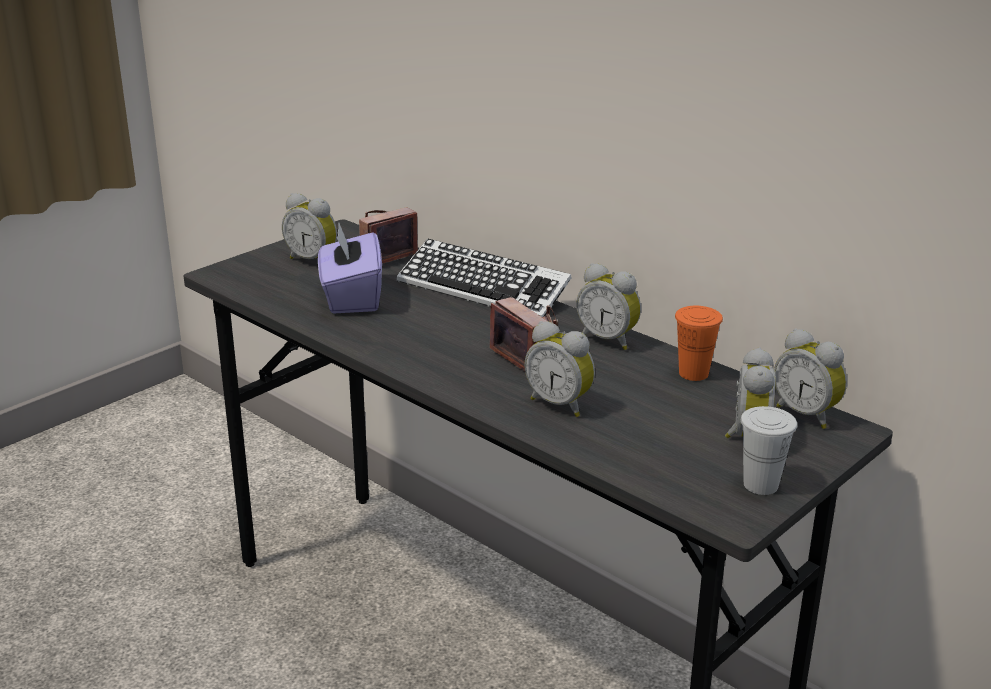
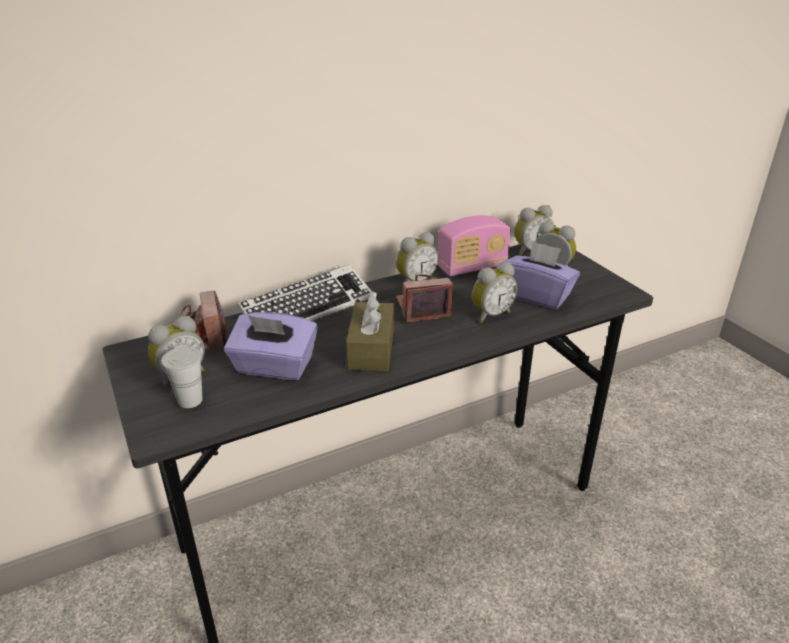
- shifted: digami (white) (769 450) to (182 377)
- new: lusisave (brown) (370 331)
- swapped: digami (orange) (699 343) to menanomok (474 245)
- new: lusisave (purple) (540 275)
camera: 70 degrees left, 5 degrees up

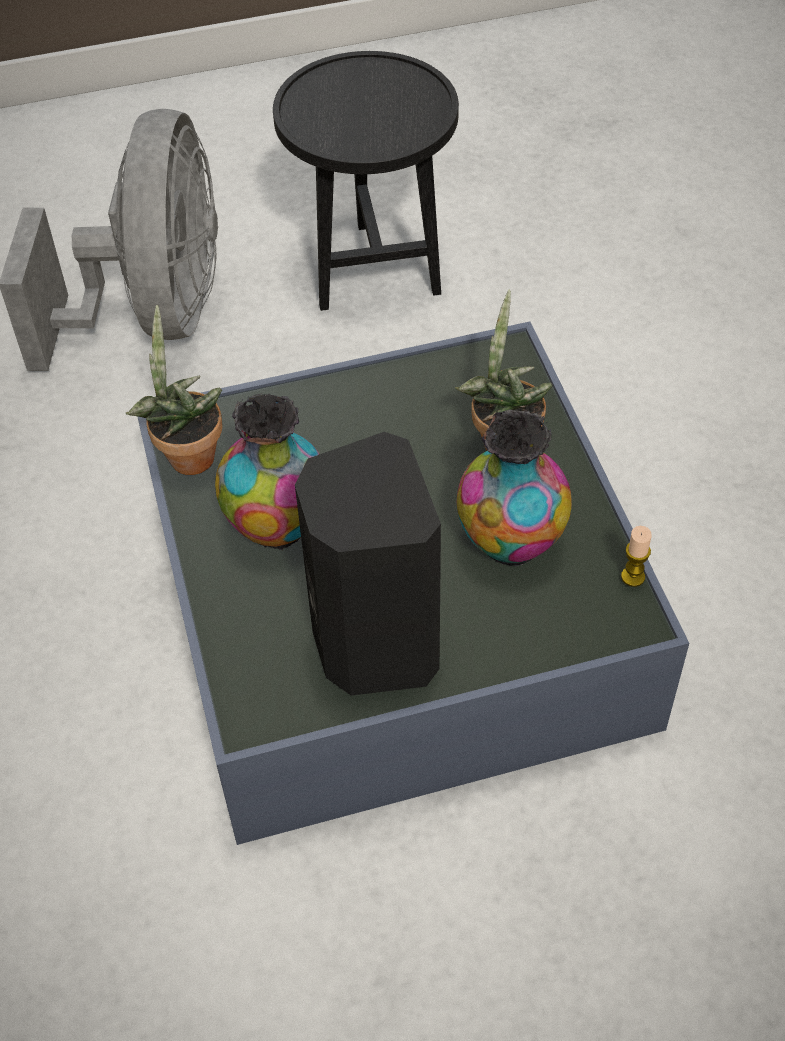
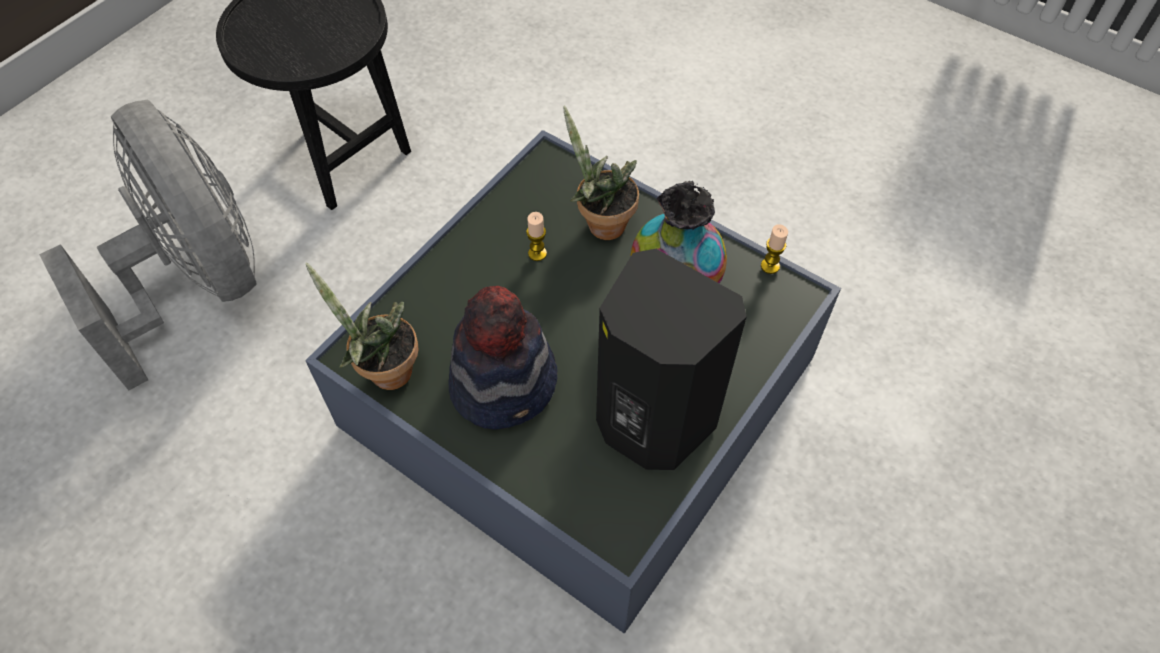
- swapped: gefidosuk (267 471) to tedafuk (502 358)
- new: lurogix (536 236)
camera: 40 degrees left, 5 degrees up

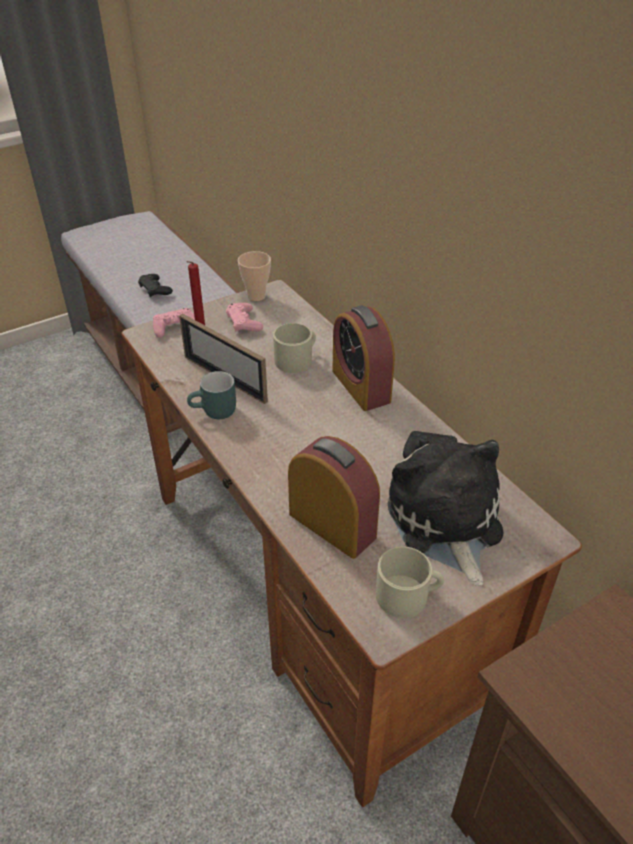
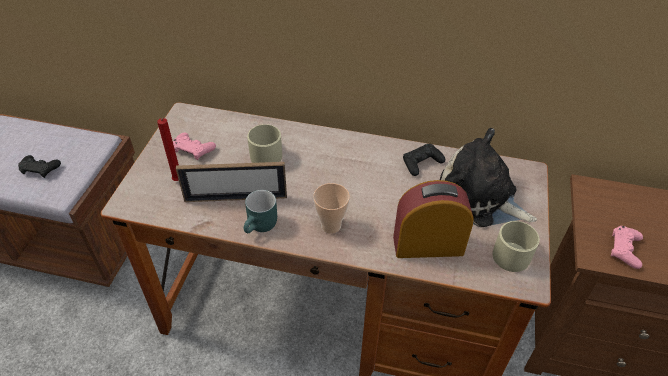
- shifted: digami (254 276) to (331 208)
- shifted: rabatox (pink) (174 323) to (627 247)
- gone: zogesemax (363 358)
camera: 45 degrees left, 5 degrees up

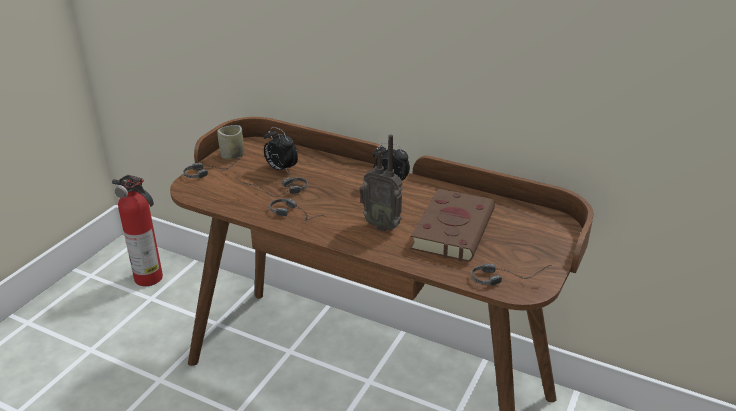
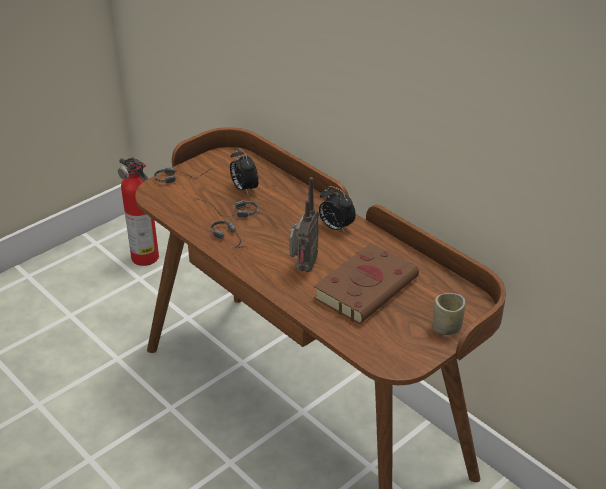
- rotated: menanomok (381 183) = (304 224) 120 degrees counterclockwise
- shifted: digami (230 142) to (449 314)
- gone: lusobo (511 275)
camera: 20 degrees right, 5 degrees up

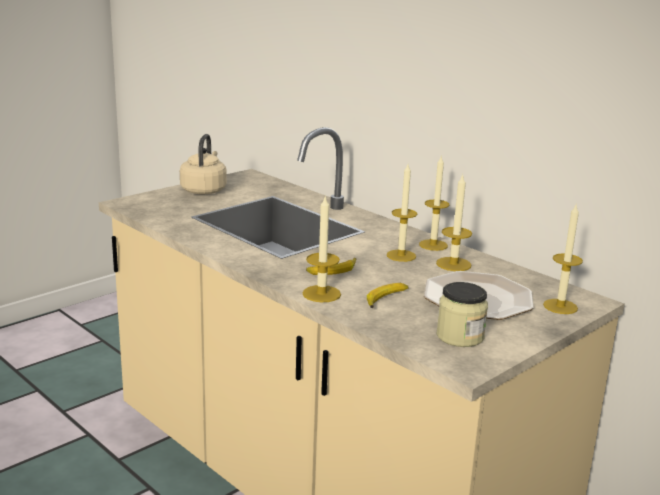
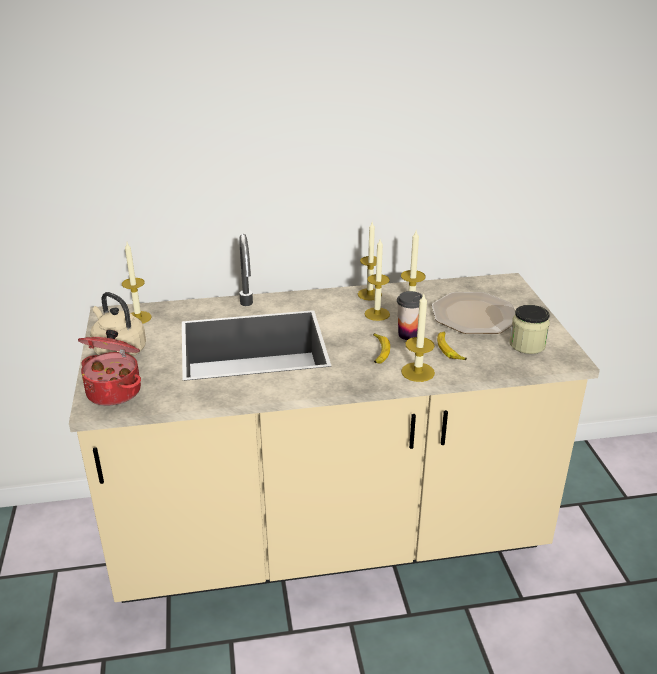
- new: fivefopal (109 368)
- shifted: lurogix (563 258) to (136 283)
- new: digami (409 315)
camera: 55 degrees left, 10 degrees up

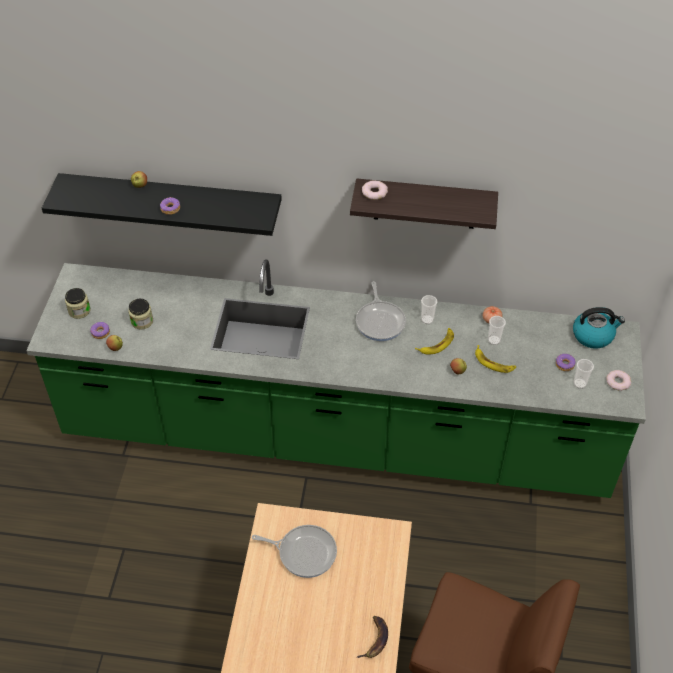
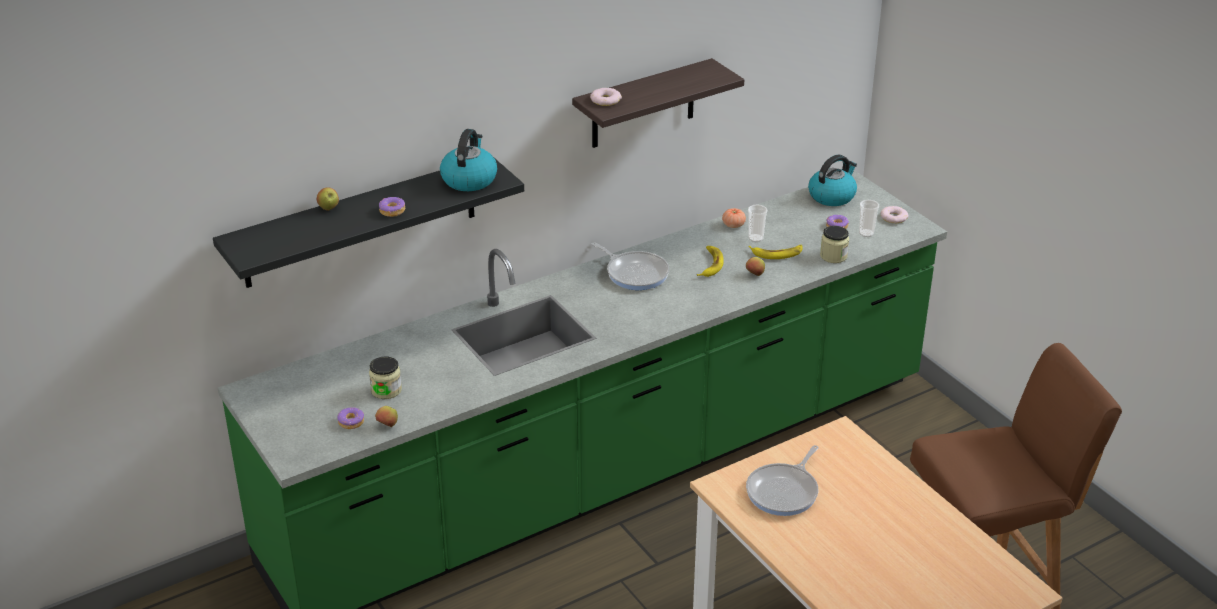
- new: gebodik (468 160)
- rotated: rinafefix (294 551) = (782 480) 150 degrees clockwise
- shifted: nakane (78 303) to (834 244)
- gone: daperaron (372 637)
- gone: digami (429 309)
camera: 40 degrees left, 15 degrees down

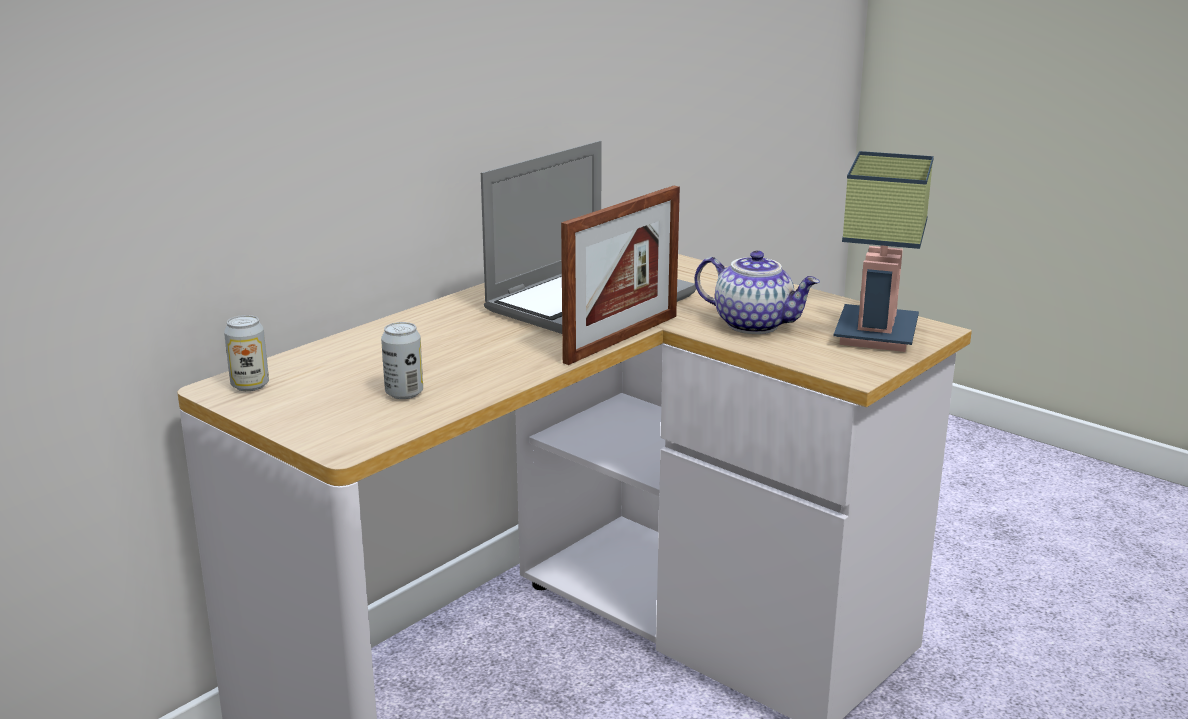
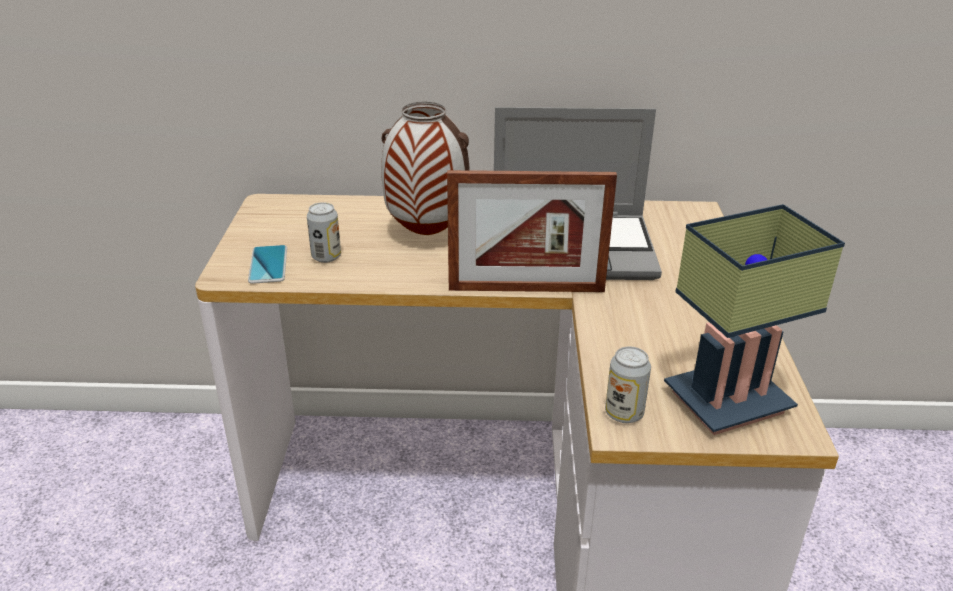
- new: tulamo (267 264)
- new: gefidosuk (425 168)
- shifted: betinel (246 353) to (628 385)
- gone: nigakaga (757 292)
camera: 50 degrees right, 10 degrees up

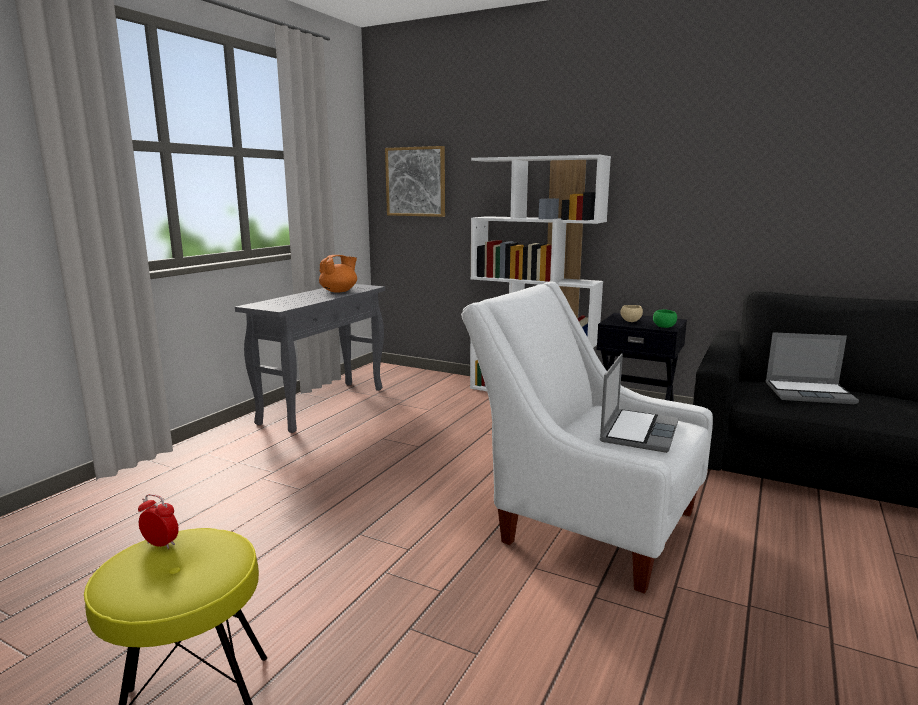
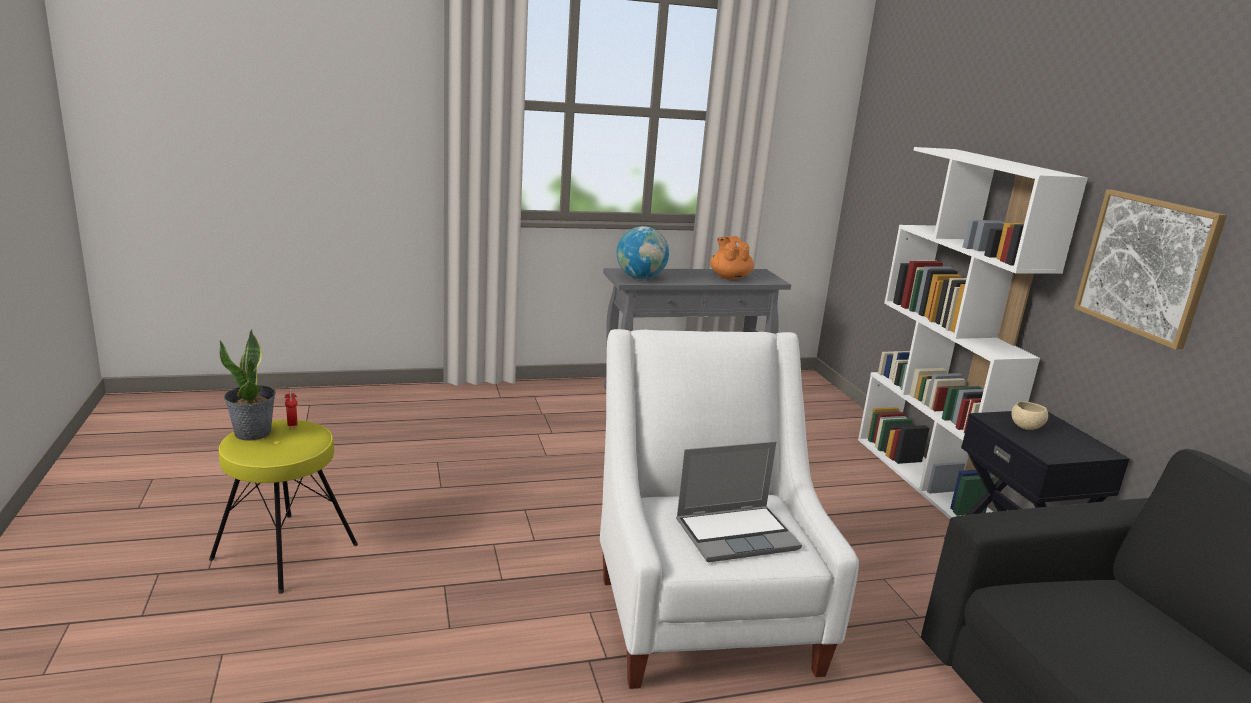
- new: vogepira (247 385)
- new: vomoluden (643 252)
- rotated: nigakaga (orange) (338 273) = (732 258) 105 degrees counterclockwise
- shifted: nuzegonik (415 181) to (1150 269)
- gone: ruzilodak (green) (665 319)
- gone: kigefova (812 368)
camera: 45 degrees right, 5 degrees up

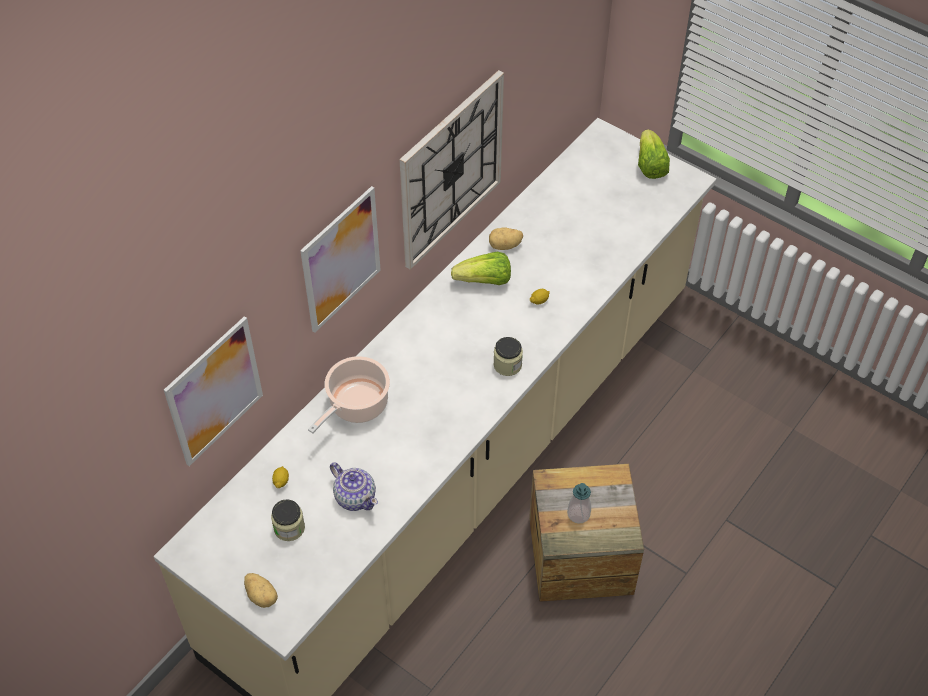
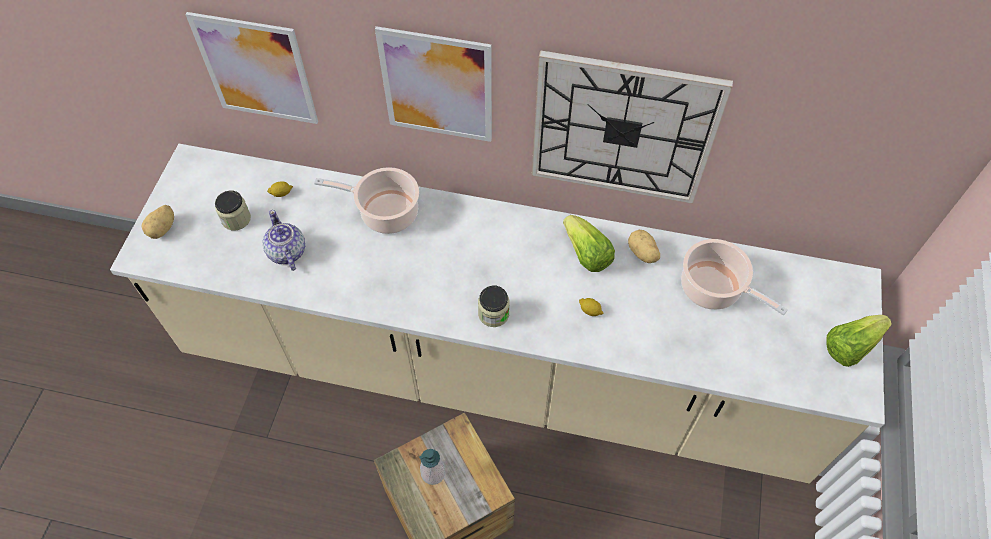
- rotated: nigakaga (354 486) = (284 240) 135 degrees clockwise
- new: fivefopal (734 277)
camera: 65 degrees right, 5 degrees up

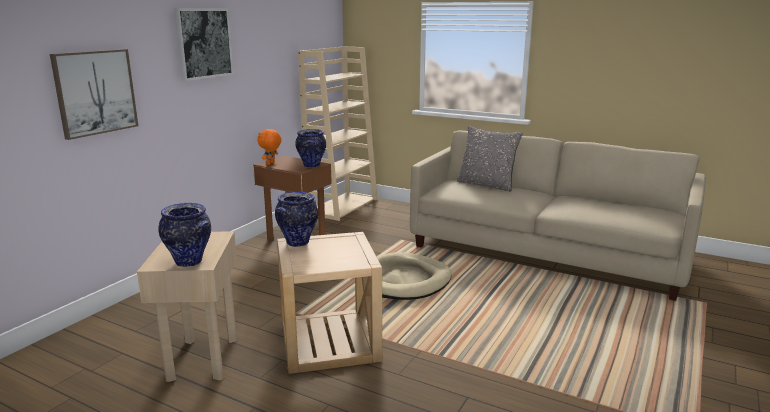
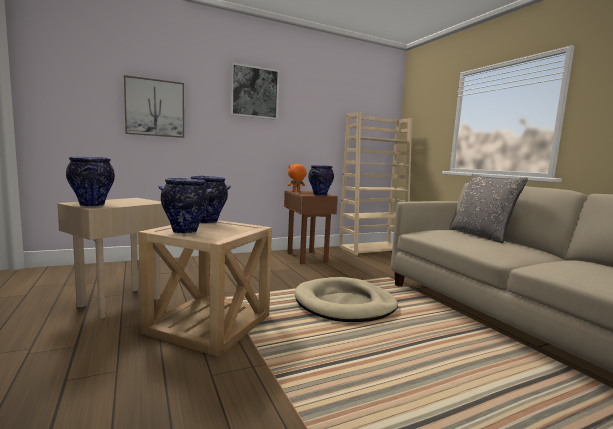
- new: gefidosuk (185 206)
camera: 35 degrees right, 10 degrees down

